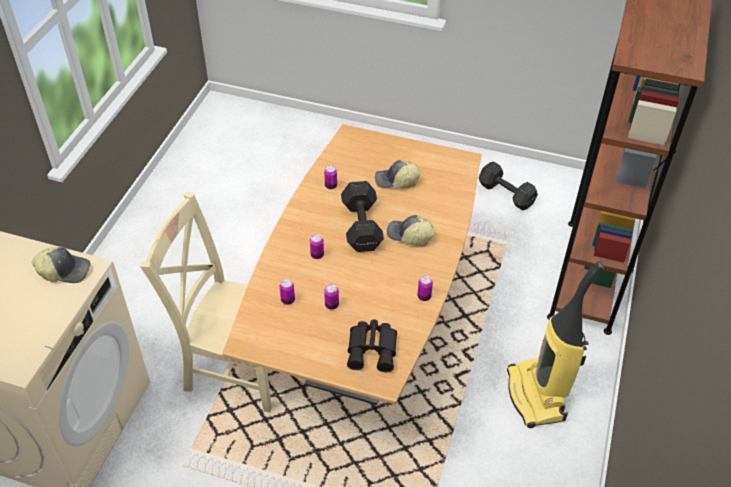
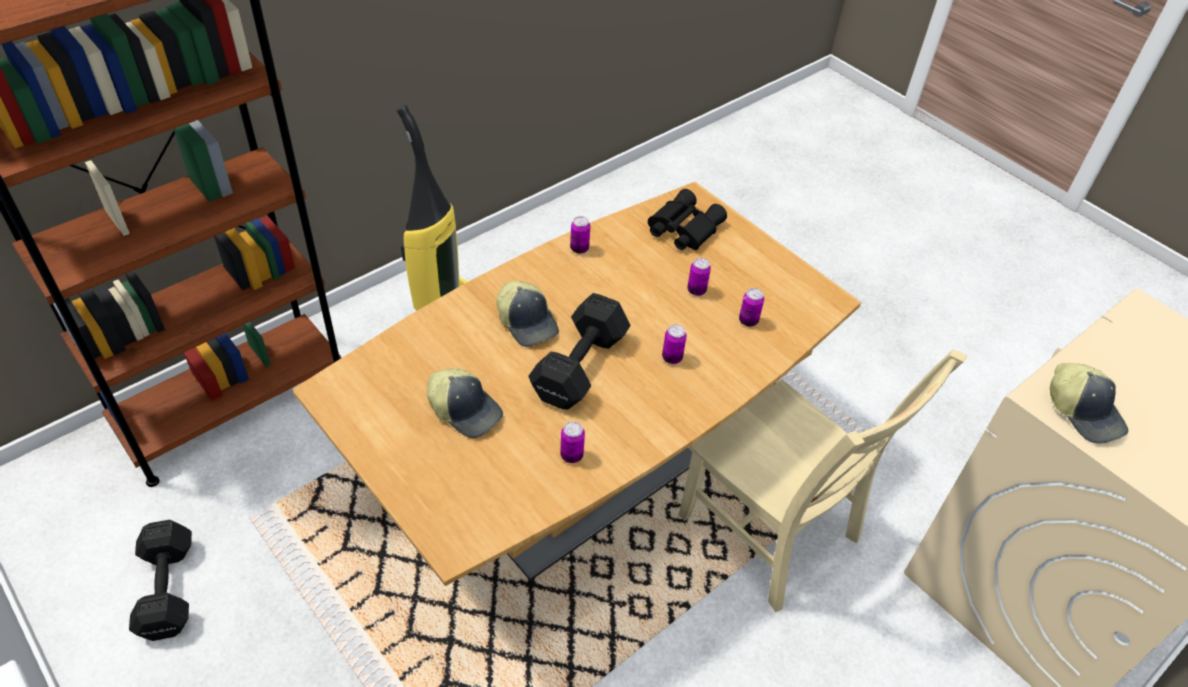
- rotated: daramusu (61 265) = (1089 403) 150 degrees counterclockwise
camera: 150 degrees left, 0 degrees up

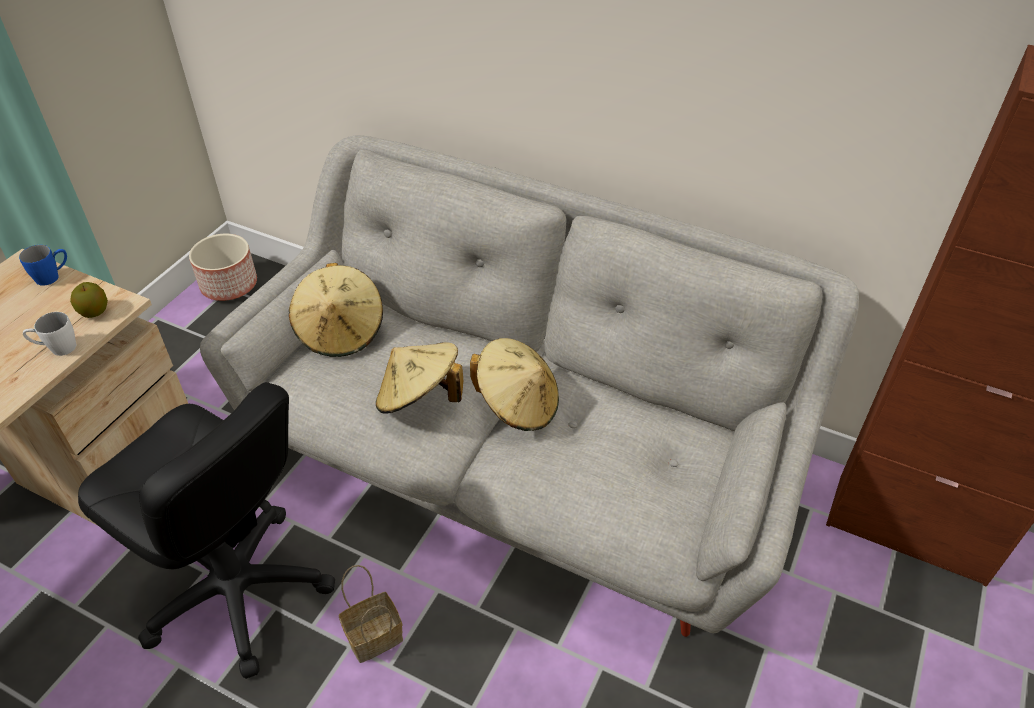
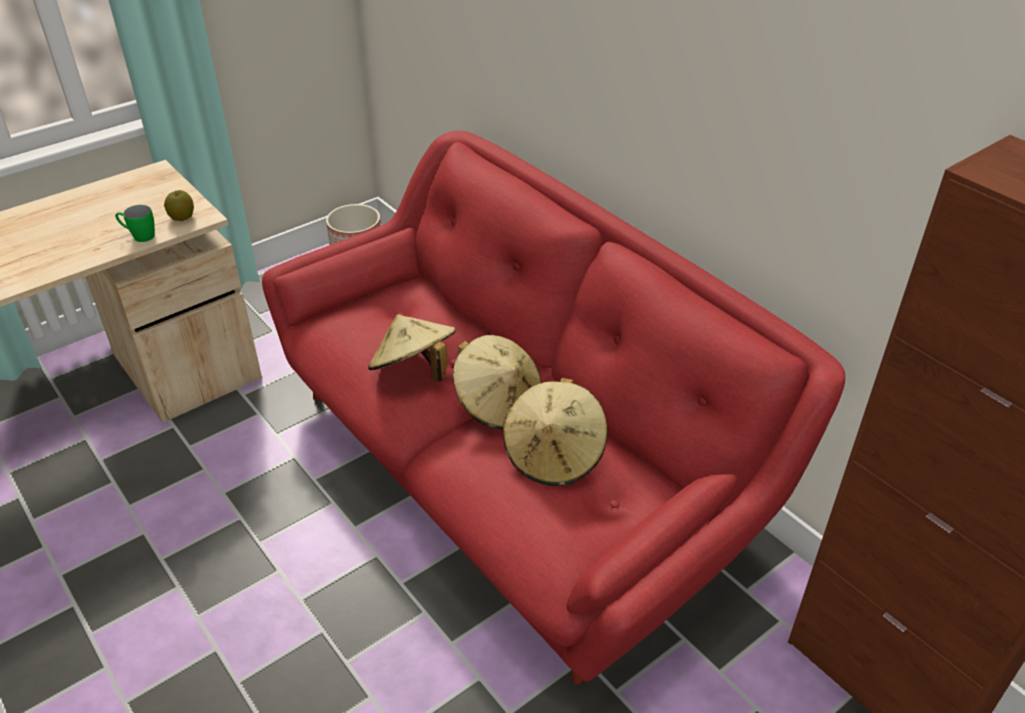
- repainted: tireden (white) (49 334) to tireden (green) (135 223)
- repainted: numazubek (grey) (529 386) to numazubek (red) (553 408)
- shifted: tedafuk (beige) (336 310) to (555 432)
- gone: tireden (blue) (43 265)
- gone: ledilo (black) (206 530)
- gone: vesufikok (371 614)
camera: 25 degrees right, 5 degrees down

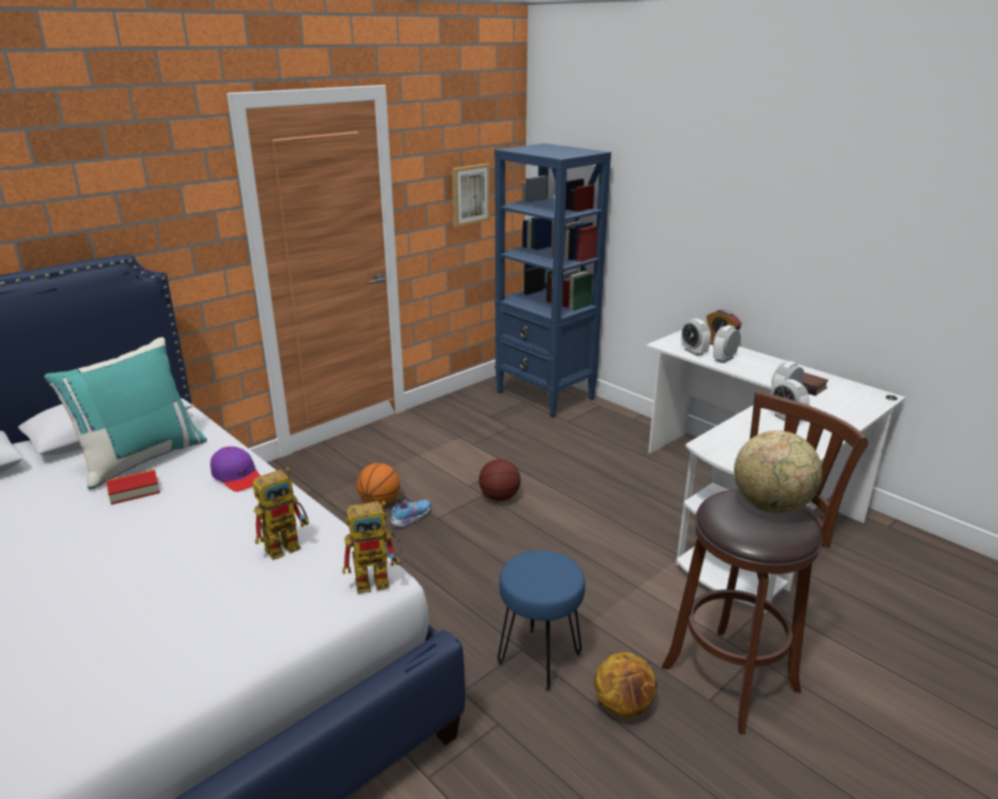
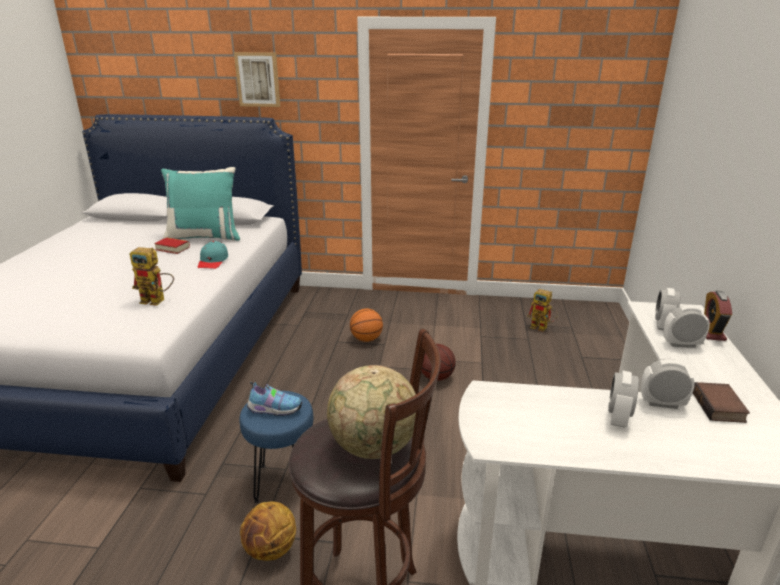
- repainted: daramusu (purple) (235 469) to daramusu (turquoise) (212 255)
- shifted: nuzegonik (471 195) to (257 79)
- shifted: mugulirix (410 514) to (274 398)
- shifted: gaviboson (372 547) to (542 310)
- gone: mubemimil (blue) (552 280)
camera: 50 degrees right, 0 degrees up

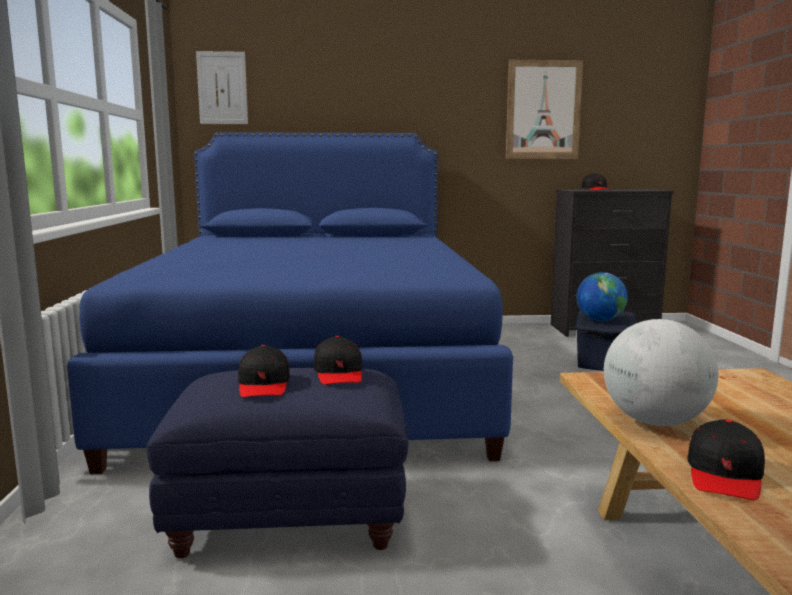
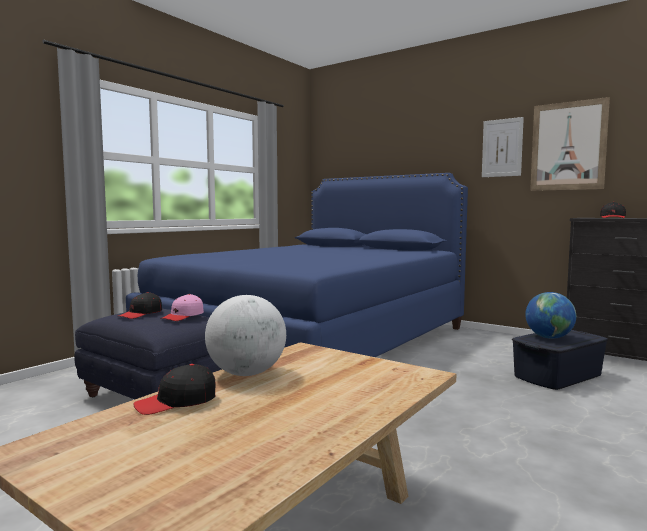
- repainted: daramusu (black) (338 360) to daramusu (pink) (182 307)
- shifted: nuzegonik (222 87) to (503 147)
camera: 40 degrees right, 5 degrees down

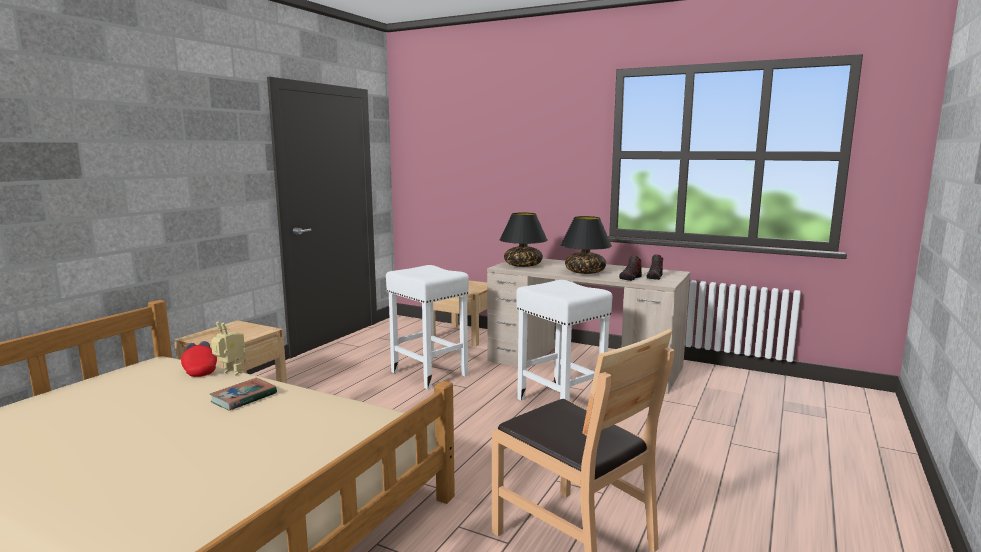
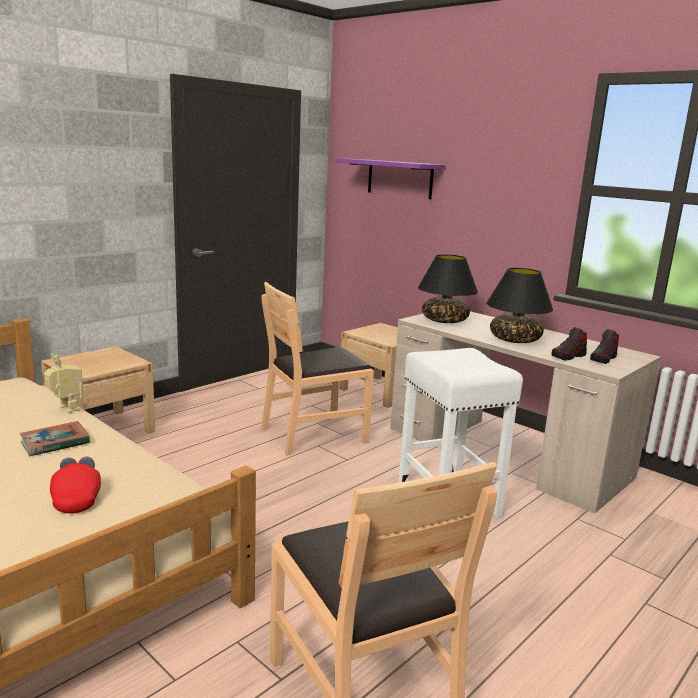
- shifted: daramusu (red) (199 359) to (75 485)
- swapped: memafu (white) (427 327) to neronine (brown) (318 369)
- new: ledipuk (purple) (390 178)
camera: 15 degrees right, 5 degrees up

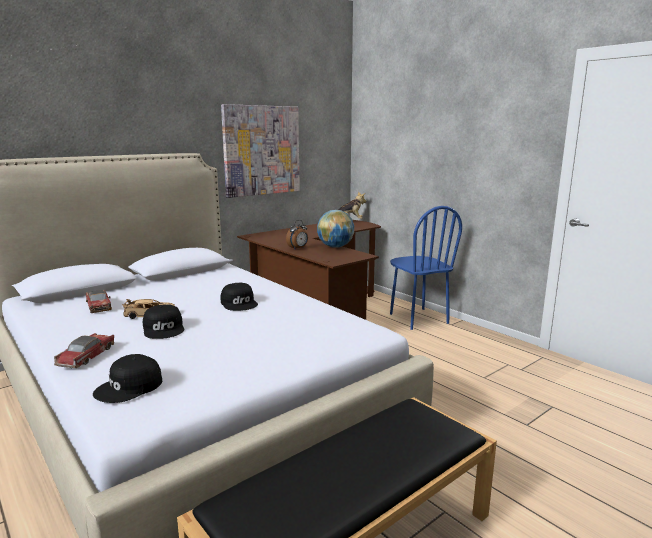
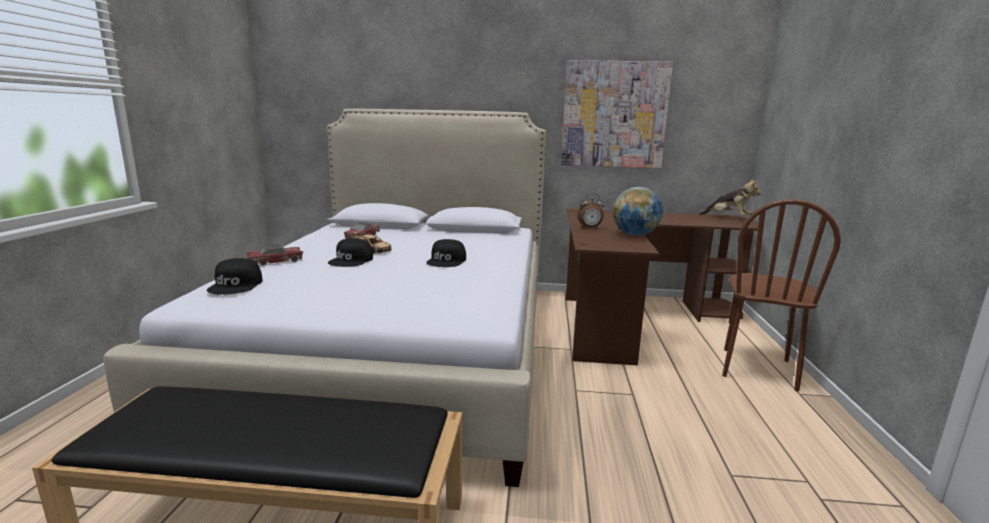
- rotated: daramusu (black) (127 378) = (235 276) 90 degrees counterclockwise
- repainted: neronine (blue) (426 268) to neronine (brown) (781 295)
camera: 45 degrees right, 0 degrees up

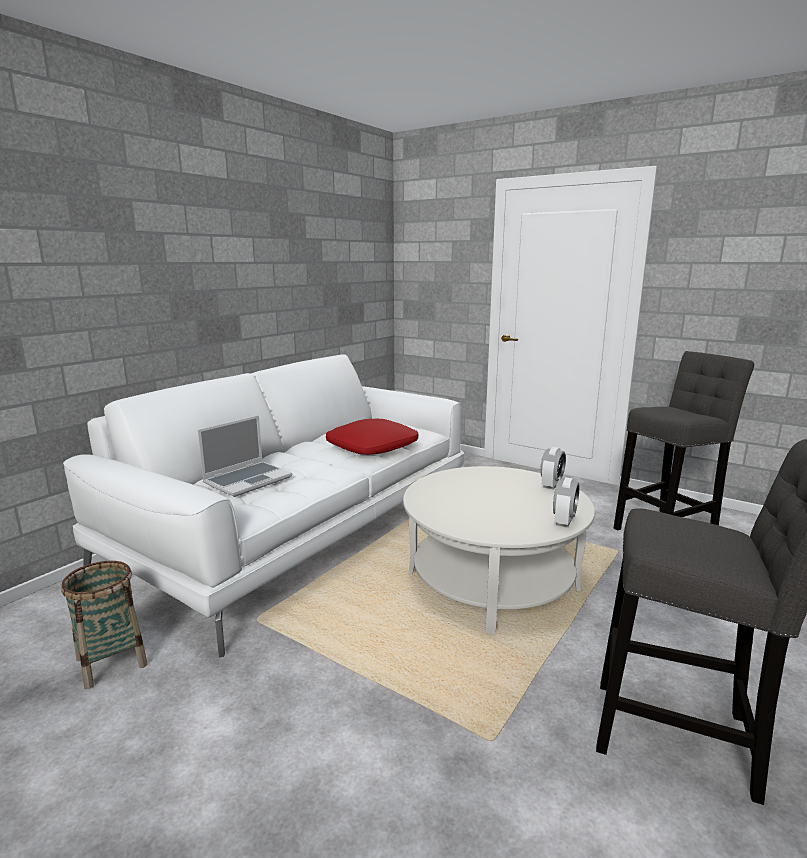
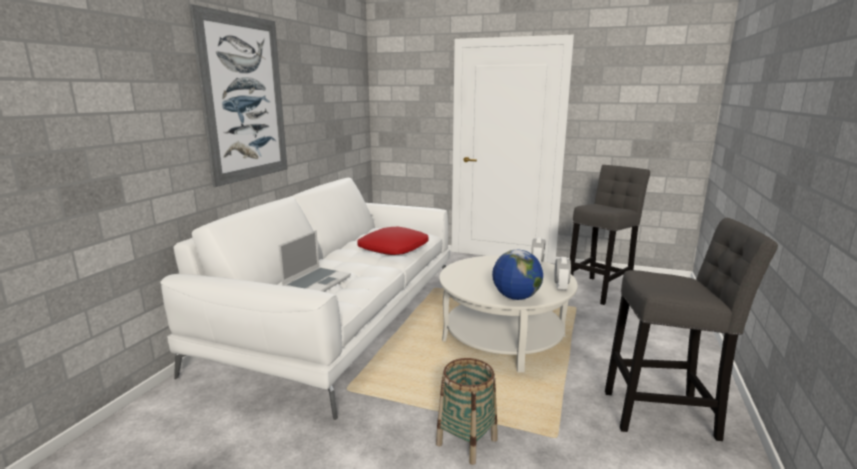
- new: nuzegonik (238 95)
- shifted: vesufikok (104 625) to (466 411)
- new: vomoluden (517 275)
camera: 15 degrees left, 0 degrees up

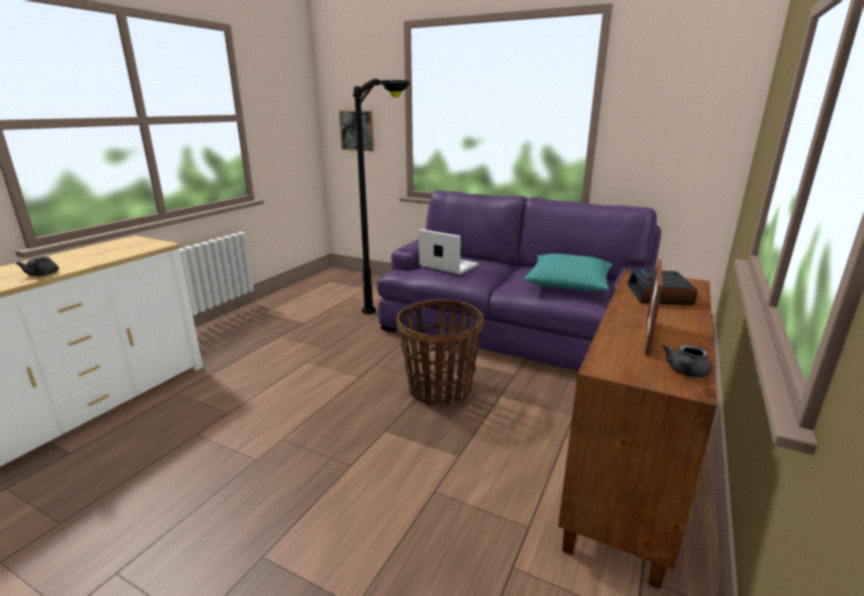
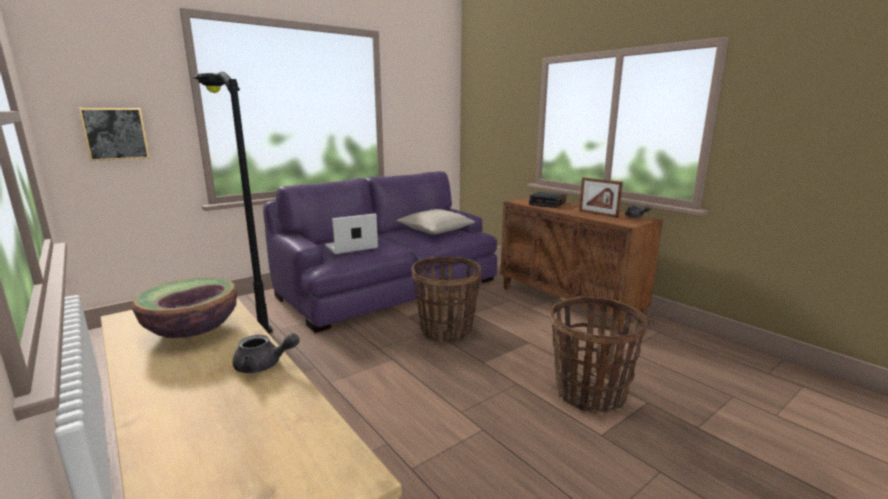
- new: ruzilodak (184 307)
- repainted: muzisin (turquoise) (568 272) to muzisin (beige) (435 221)
- new: vesufikok (599 355)
camera: 65 degrees left, 5 degrees down

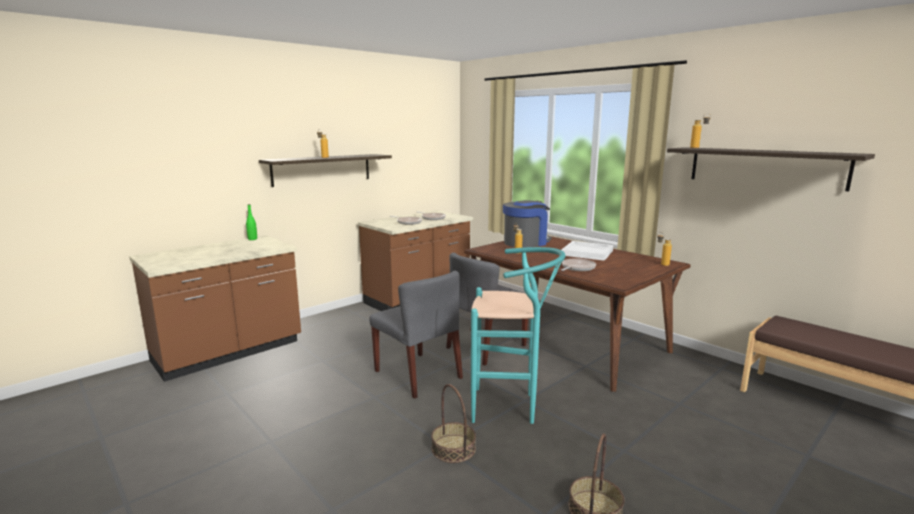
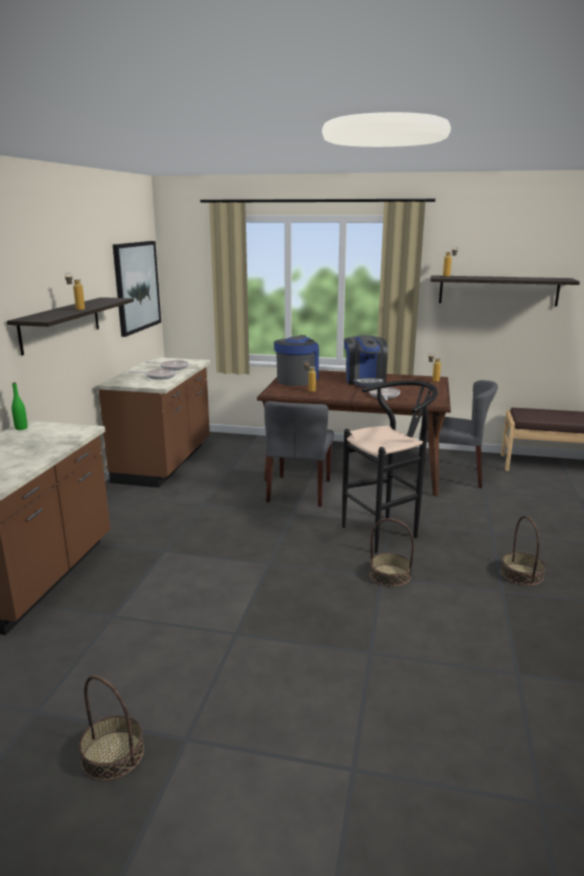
- new: vesufikok (111 728)
- new: nuzegonik (137 289)
- repainted: memafu (turquoise) (518 335) to memafu (black) (390 466)
- swapped: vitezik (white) (587 251) to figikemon (366 360)
- shifted: neronine (grey) (416 335) to (458 434)
camera: 35 degrees left, 5 degrees up

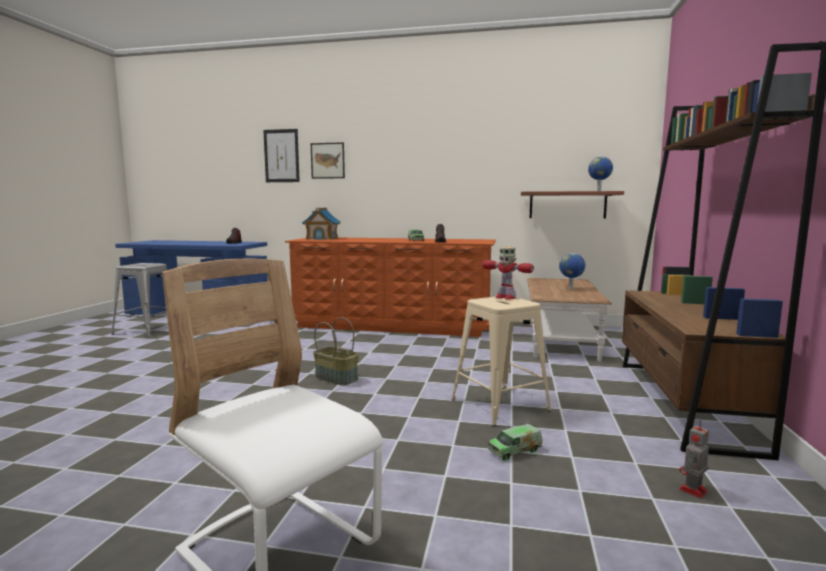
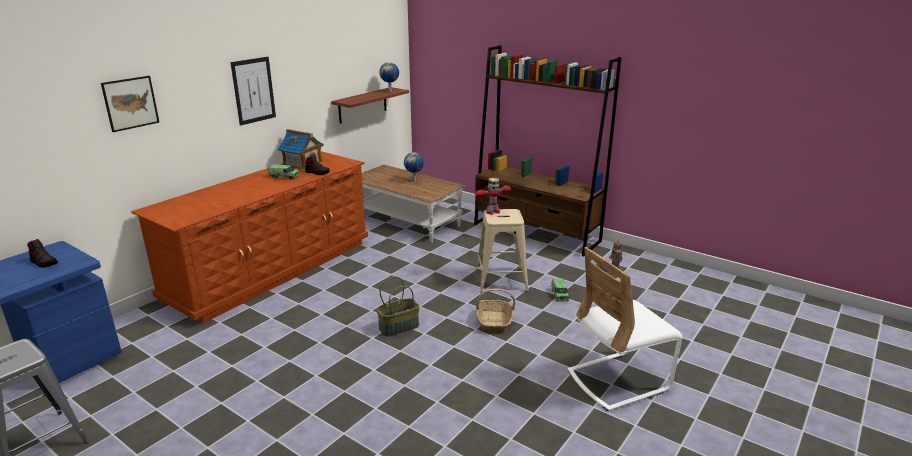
- shifted: nuzegonik (281 155) to (253 91)
- shifted: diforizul (321 224) to (301 149)
- new: vesufikok (496 310)
camera: 65 degrees left, 15 degrees up

